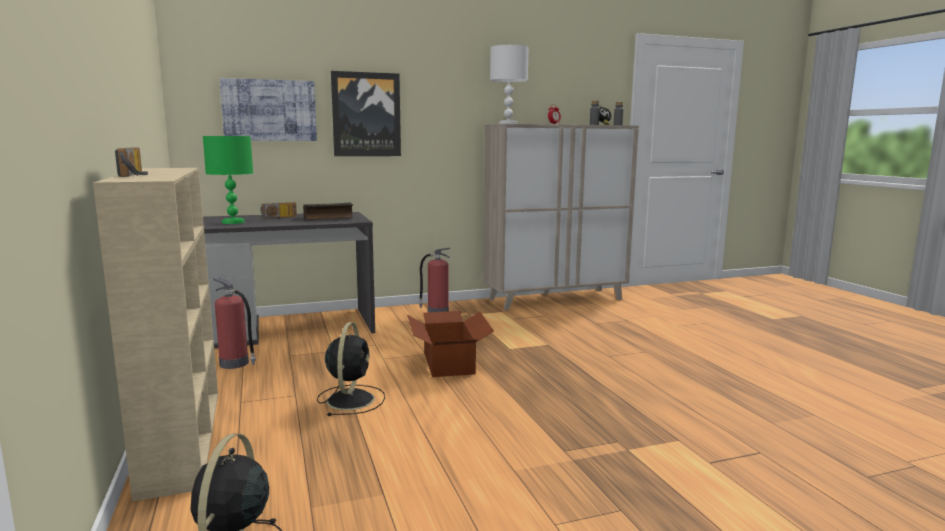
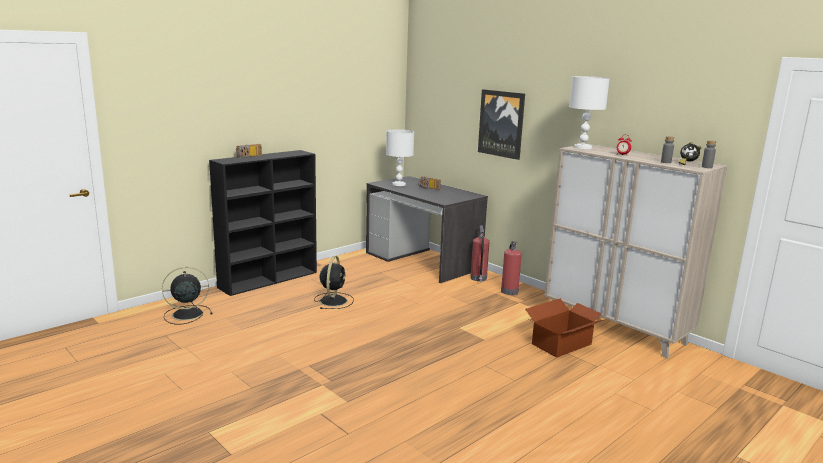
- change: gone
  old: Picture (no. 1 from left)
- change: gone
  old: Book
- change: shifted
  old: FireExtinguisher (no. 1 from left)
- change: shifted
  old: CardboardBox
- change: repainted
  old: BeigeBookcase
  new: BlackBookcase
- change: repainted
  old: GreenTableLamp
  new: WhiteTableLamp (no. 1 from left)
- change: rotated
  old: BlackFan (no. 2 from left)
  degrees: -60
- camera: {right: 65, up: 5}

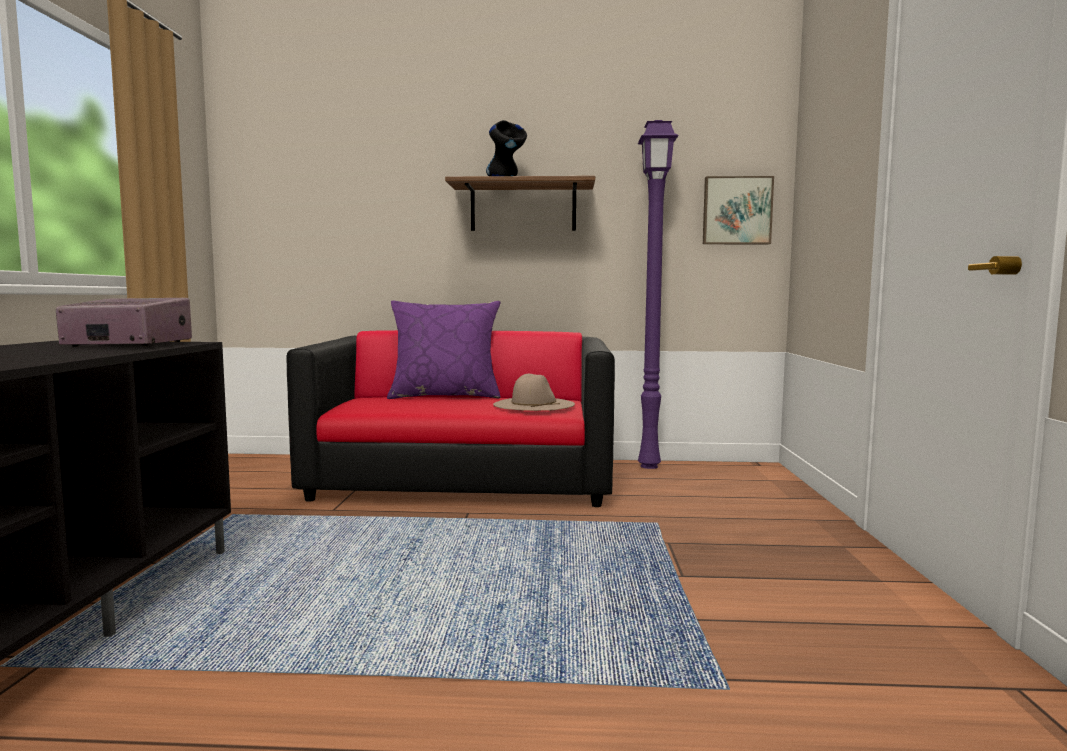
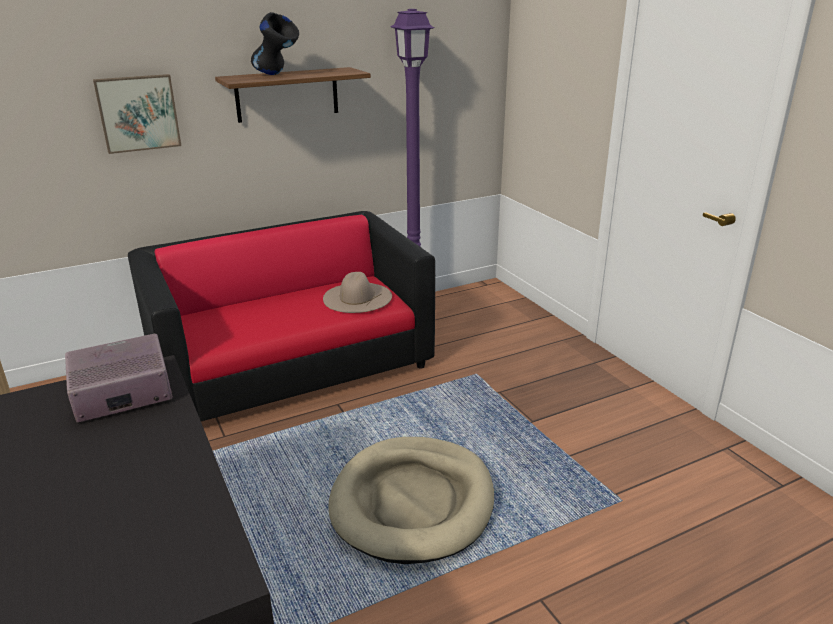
- change: gone
  old: PurplePillow
- change: new
  new: BeigeDogBed
- change: shifted
  old: Picture
- camera: {right: -30, up: 20}

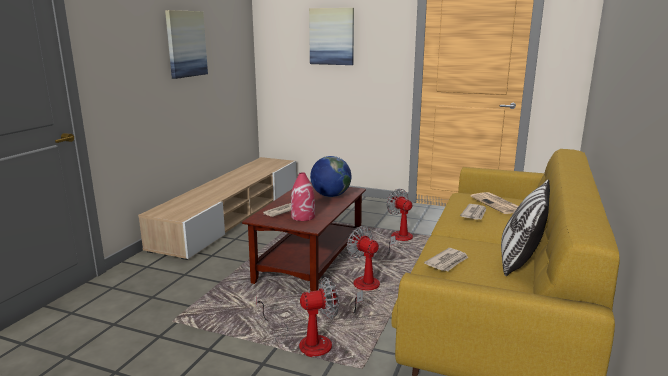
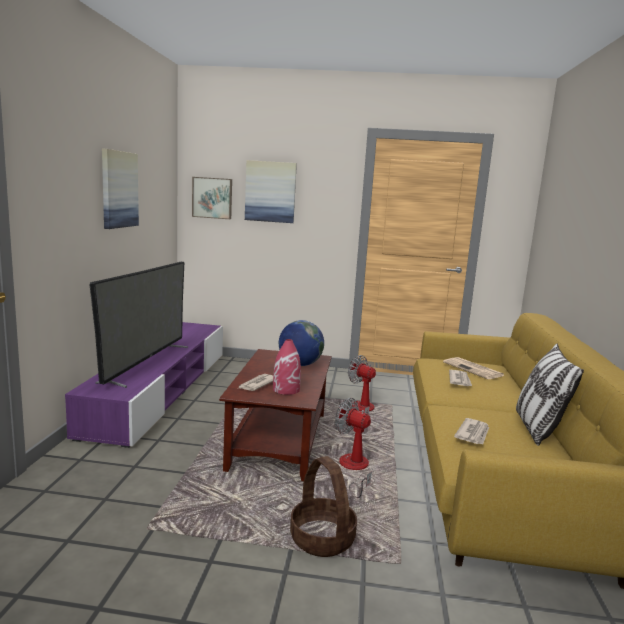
- change: new
  new: Television
- change: new
  new: Picture (no. 2 from left)
- change: swapped
  old: Fan (no. 1 from left)
  new: Basket
- change: repainted
  old: BeigeTvStand
  new: PurpleTvStand
- camera: {right: -15, up: -5}

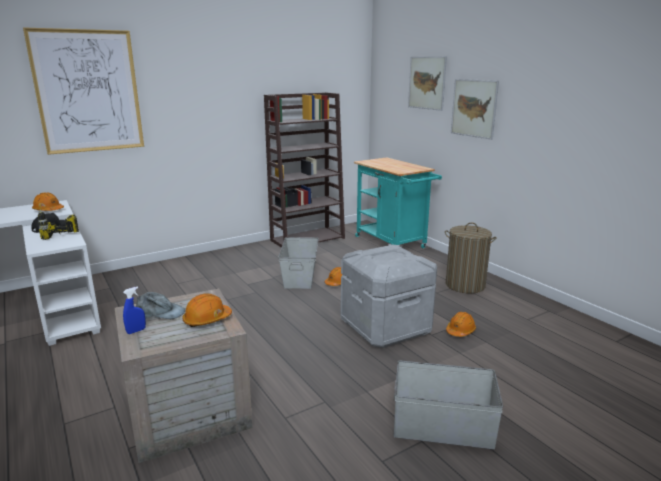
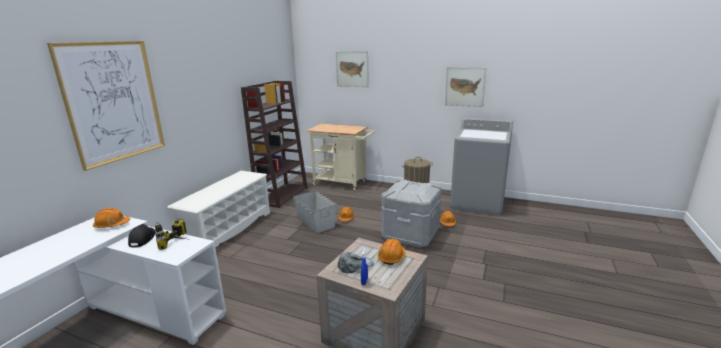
- change: gone
  old: GreyStorageBox (no. 3 from left)
- change: new
  new: WhiteShoeRack
- change: new
  new: GreyWashingMachine
- change: shifted
  old: Picture (no. 3 from left)
- change: repainted
  old: TurquoiseCart
  new: BeigeCart
- camera: {right: -35, up: 0}

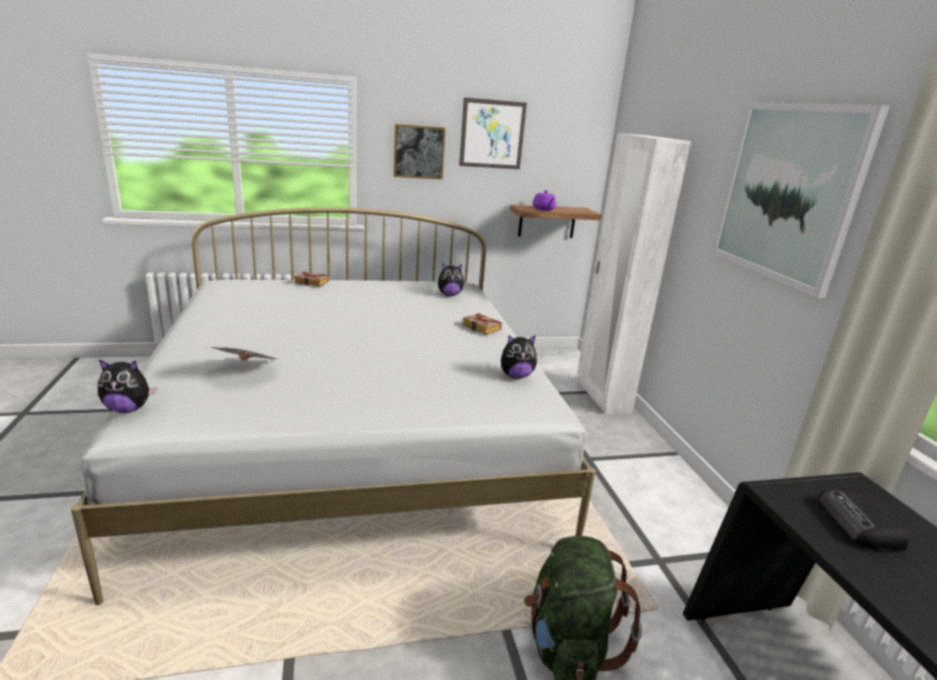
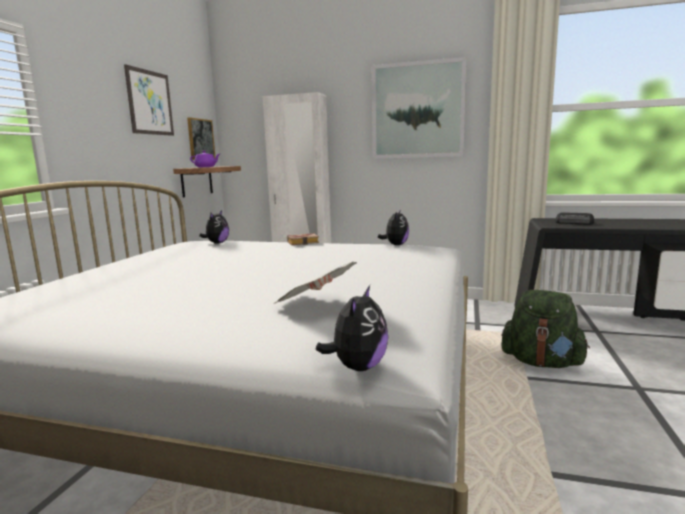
- change: gone
  old: Book (no. 1 from left)
- change: shifted
  old: Picture (no. 1 from left in the first image)
  new: Picture (no. 2 from left)
- camera: {right: -60, up: -10}

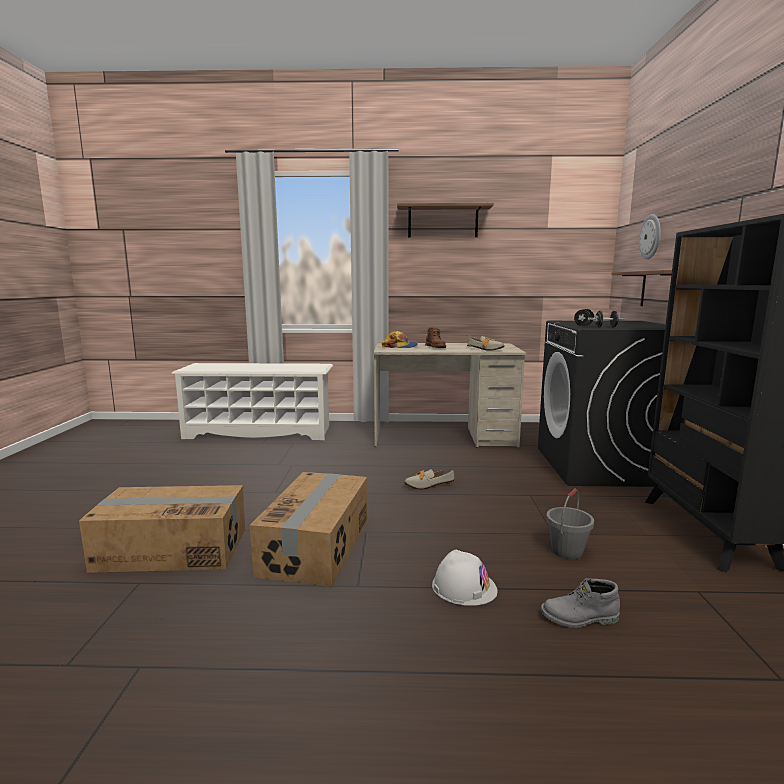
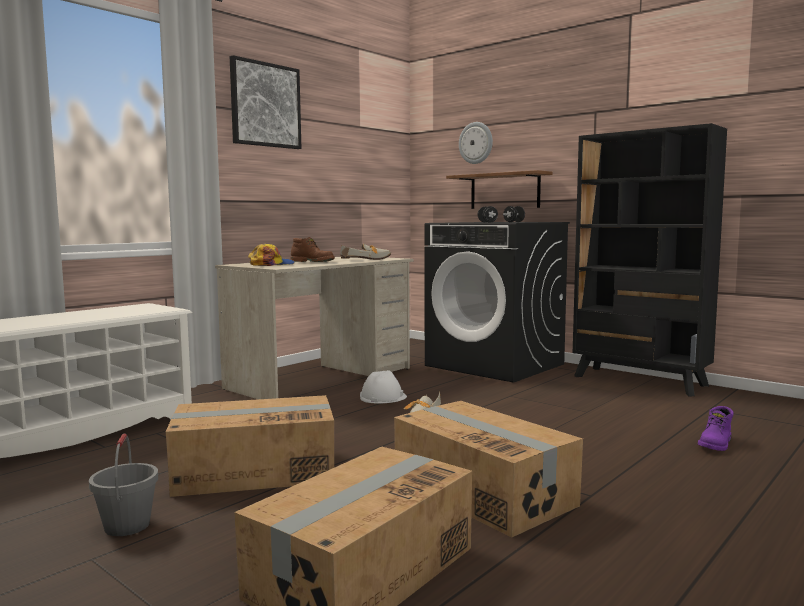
- change: new
  new: CardboardBox (no. 1 from left)
- change: shifted
  old: WhiteHardHat
- change: shifted
  old: GreyBucket
- change: swapped
  old: BrownShelf (no. 1 from left)
  new: Picture
- change: repainted
  old: GreyBoot
  new: PurpleBoot
- camera: {right: -50, up: -5}

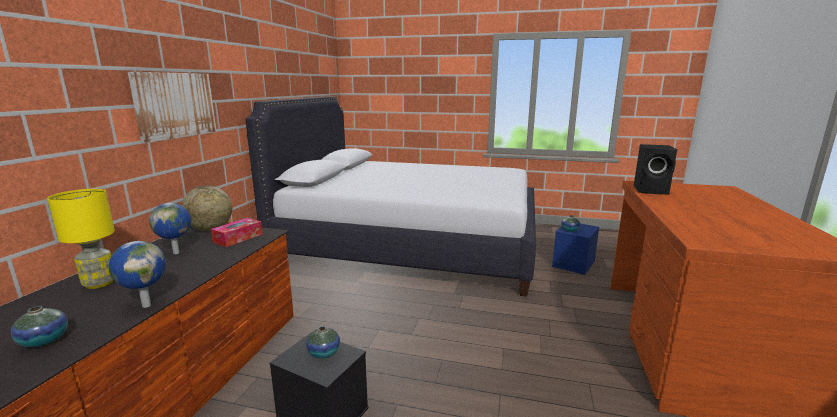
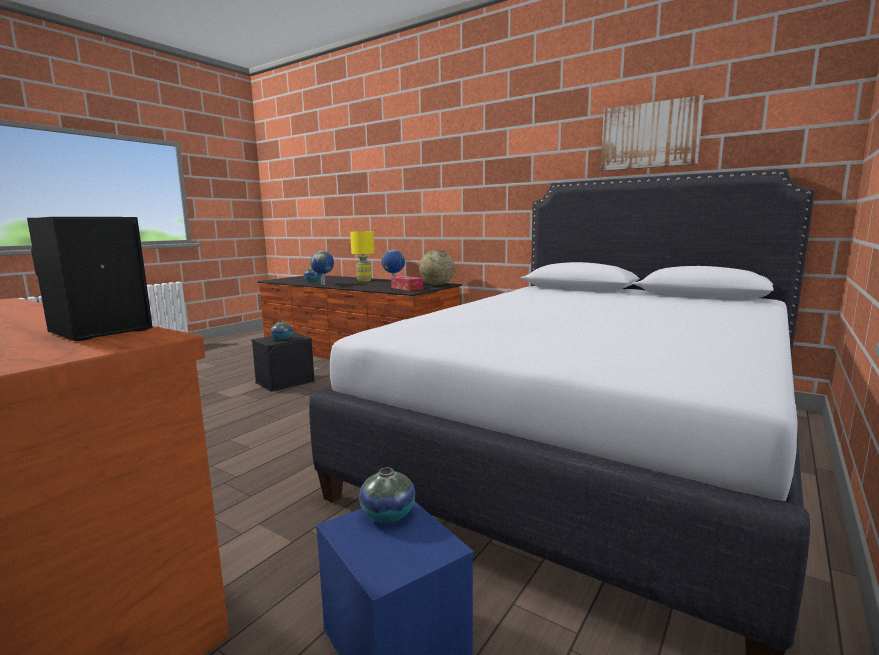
- change: shifted
  old: Picture
- camera: {right: 110, up: -5}

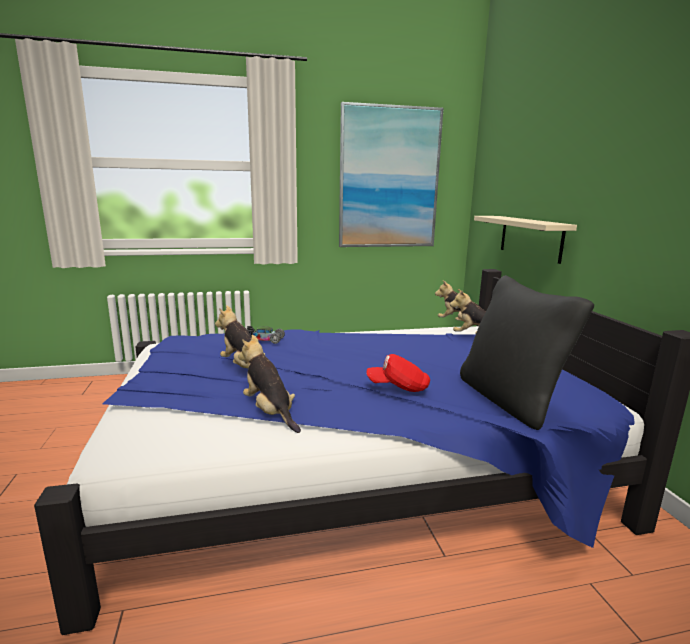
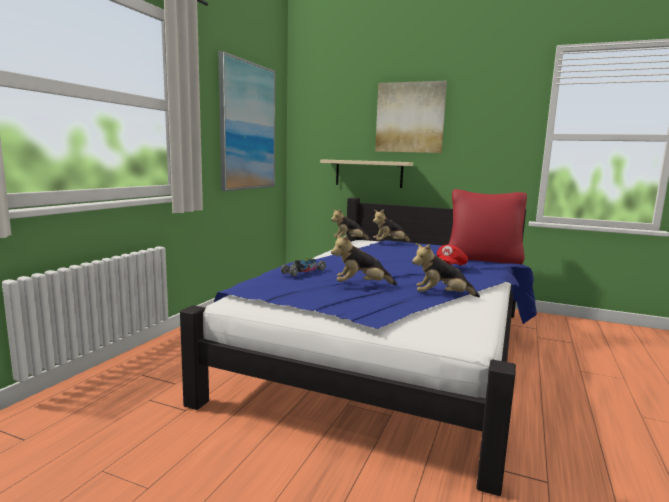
- change: new
  new: Picture (no. 2 from left)
- change: repainted
  old: BlackPillow
  new: RedPillow
- camera: {right: -55, up: -5}

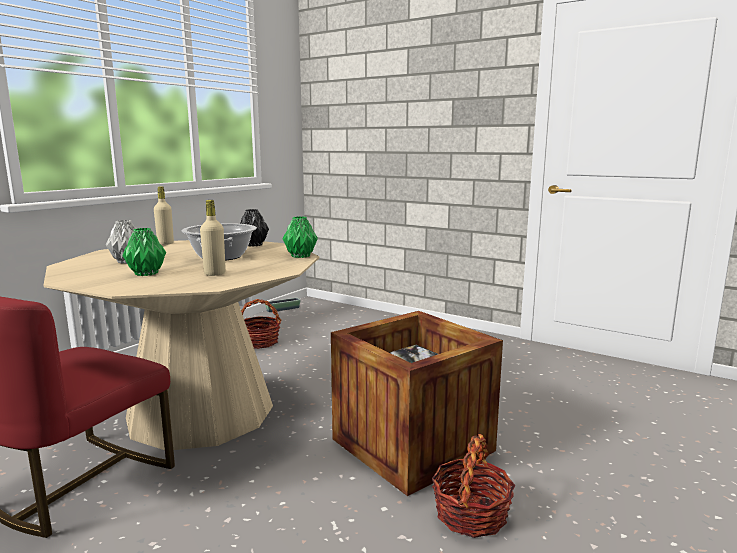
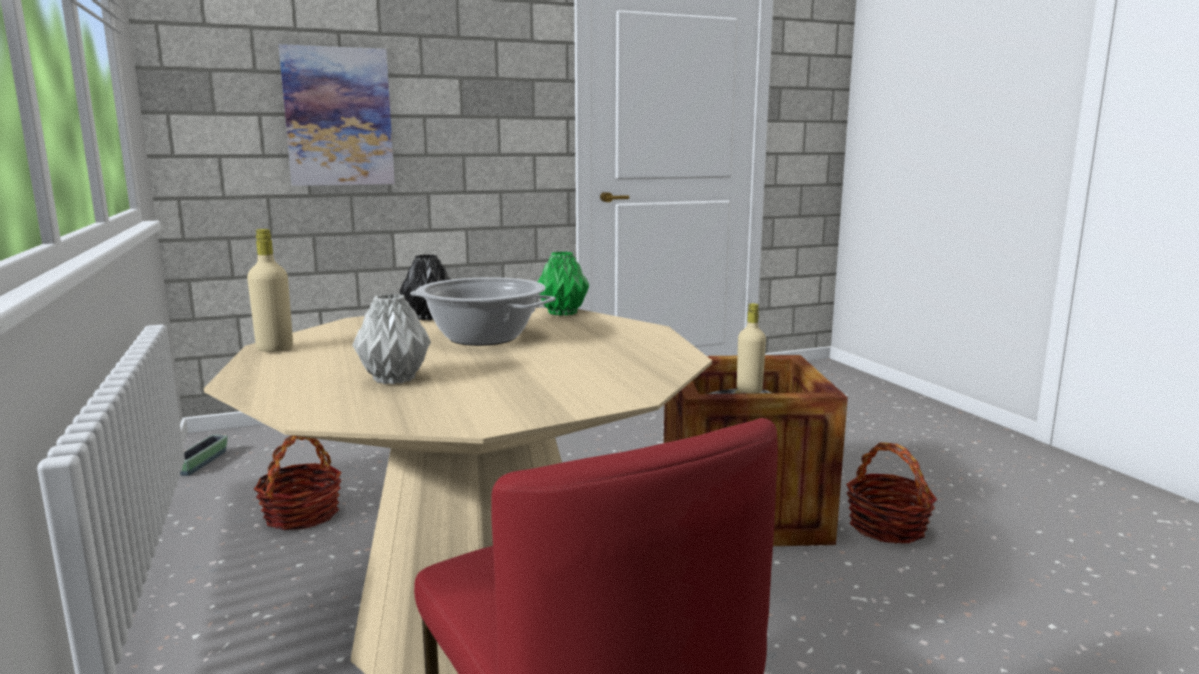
- change: gone
  old: GreenVase (no. 1 from left)
- change: new
  new: Picture
- change: shifted
  old: BeigeBottle (no. 2 from left)
- camera: {right: -55, up: 0}

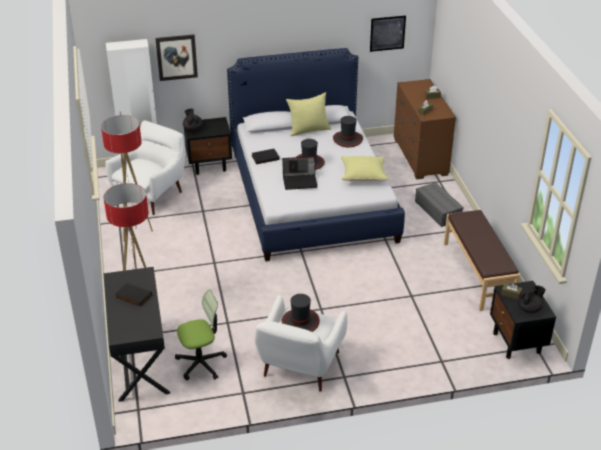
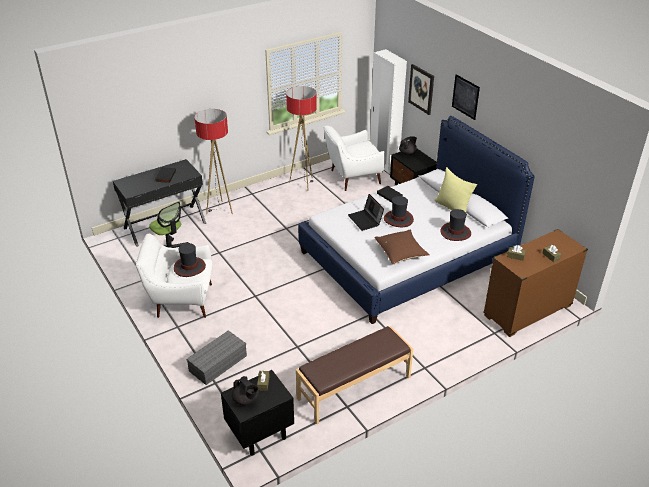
- change: shifted
  old: Picture (no. 2 from left)
- change: shifted
  old: GreyStorageBox
- change: repainted
  old: YellowPillow (no. 2 from left)
  new: BrownPillow
- change: rotated
  old: WhiteArmchair (no. 1 from left in the first image)
  degrees: 150
- camera: {right: 70, up: 0}

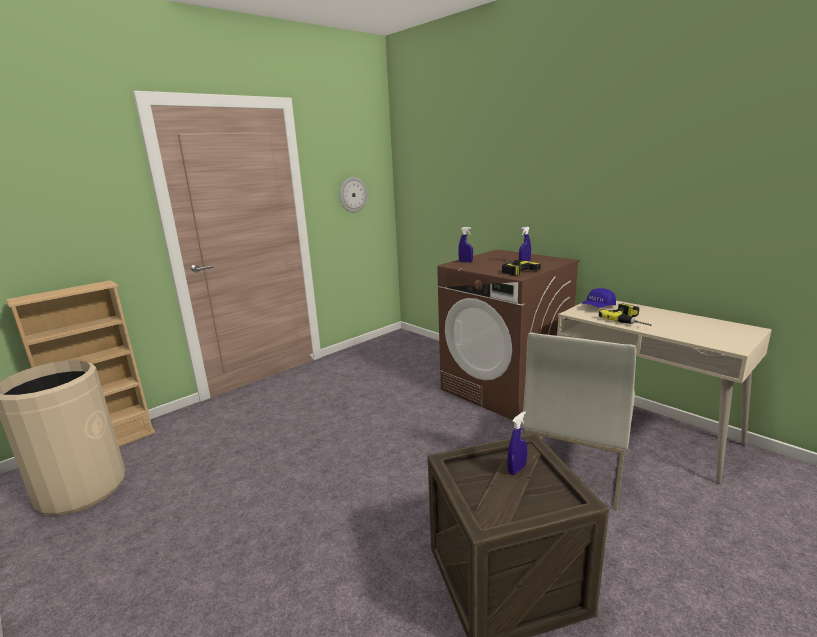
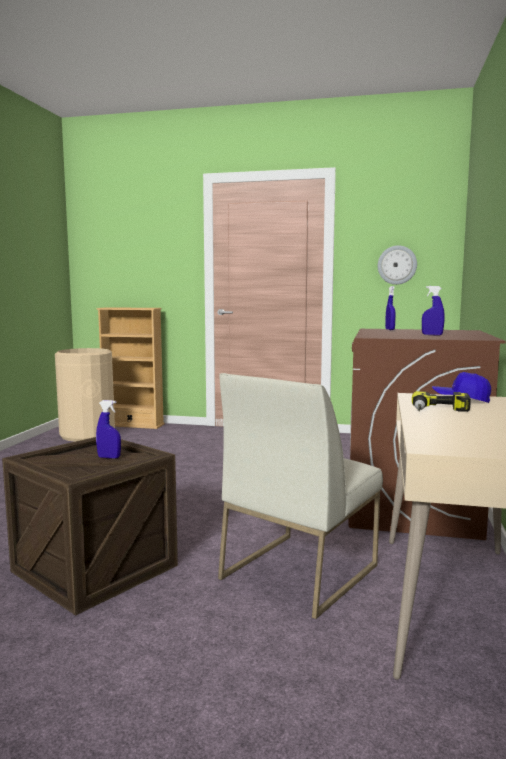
- change: gone
  old: PowerDrill (no. 1 from left)
- change: rotated
  old: WhiteChair
  degrees: -45
- camera: {right: 55, up: -10}

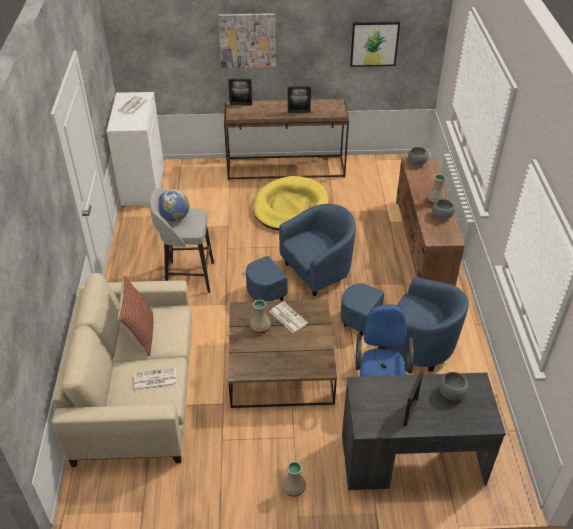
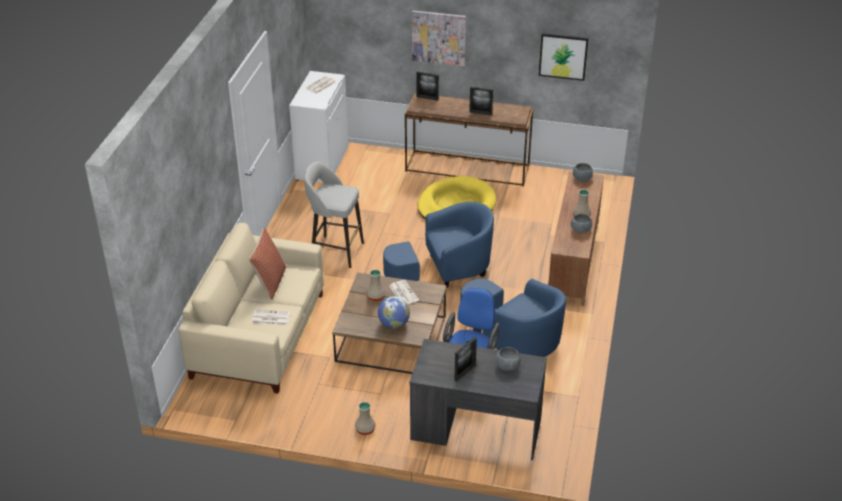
- change: shifted
  old: Globe
- camera: {right: 15, up: -5}

